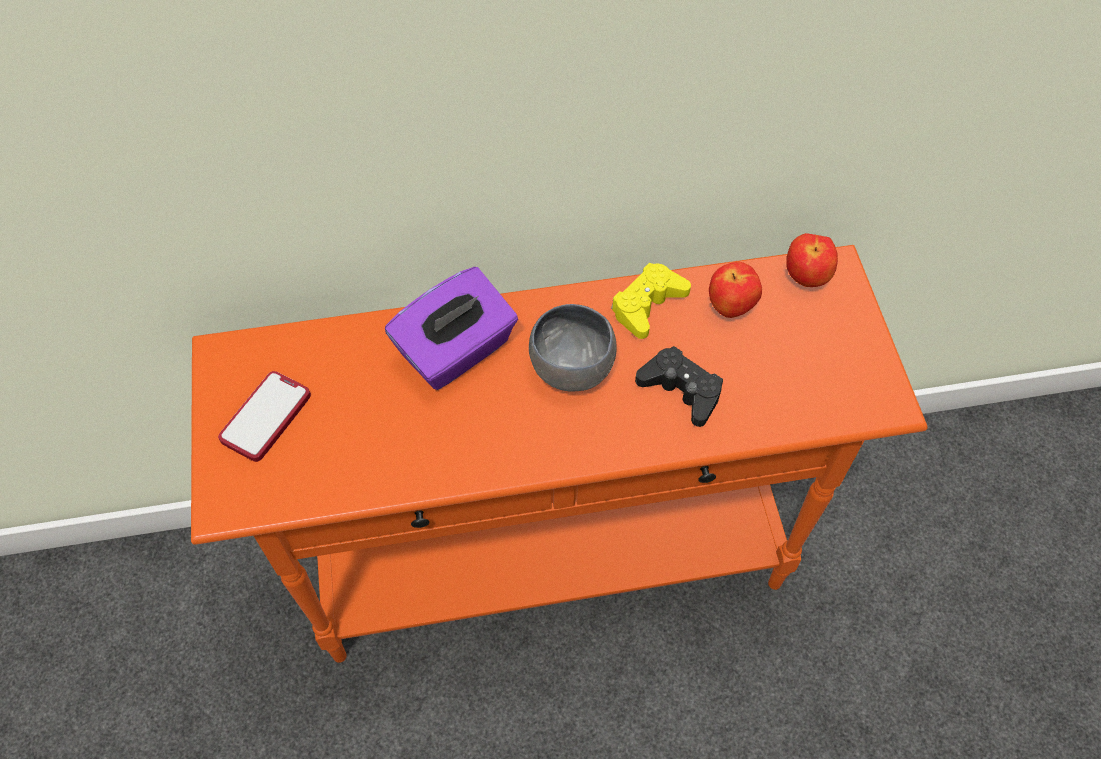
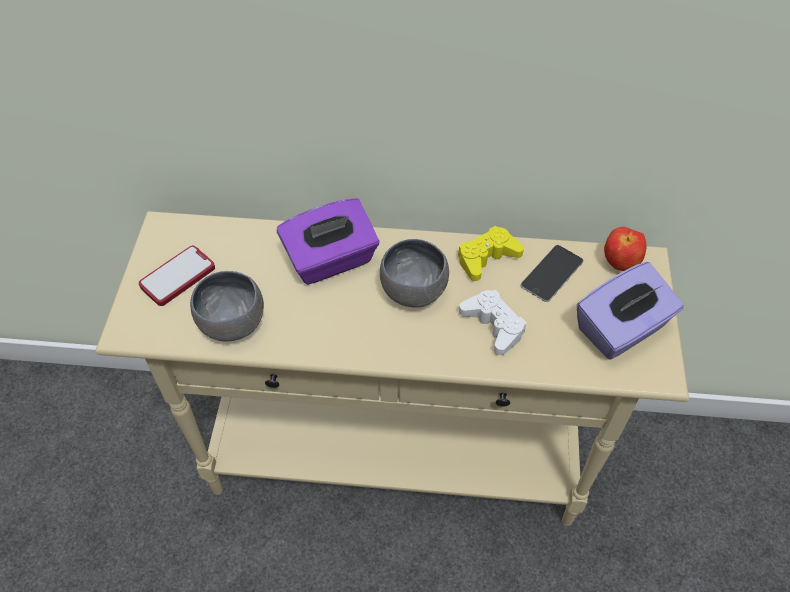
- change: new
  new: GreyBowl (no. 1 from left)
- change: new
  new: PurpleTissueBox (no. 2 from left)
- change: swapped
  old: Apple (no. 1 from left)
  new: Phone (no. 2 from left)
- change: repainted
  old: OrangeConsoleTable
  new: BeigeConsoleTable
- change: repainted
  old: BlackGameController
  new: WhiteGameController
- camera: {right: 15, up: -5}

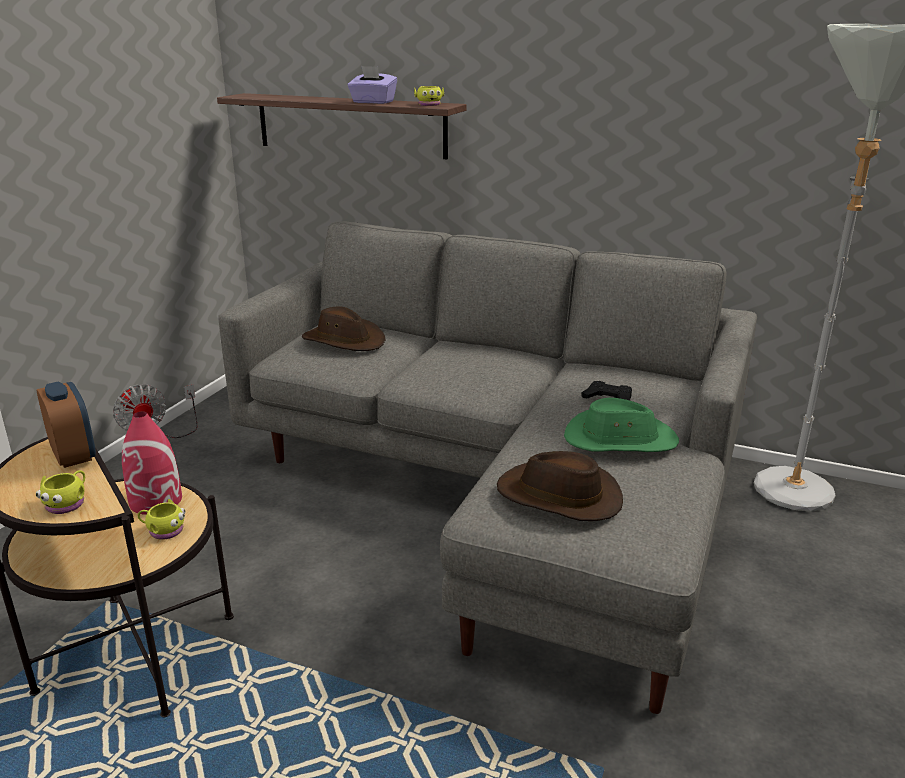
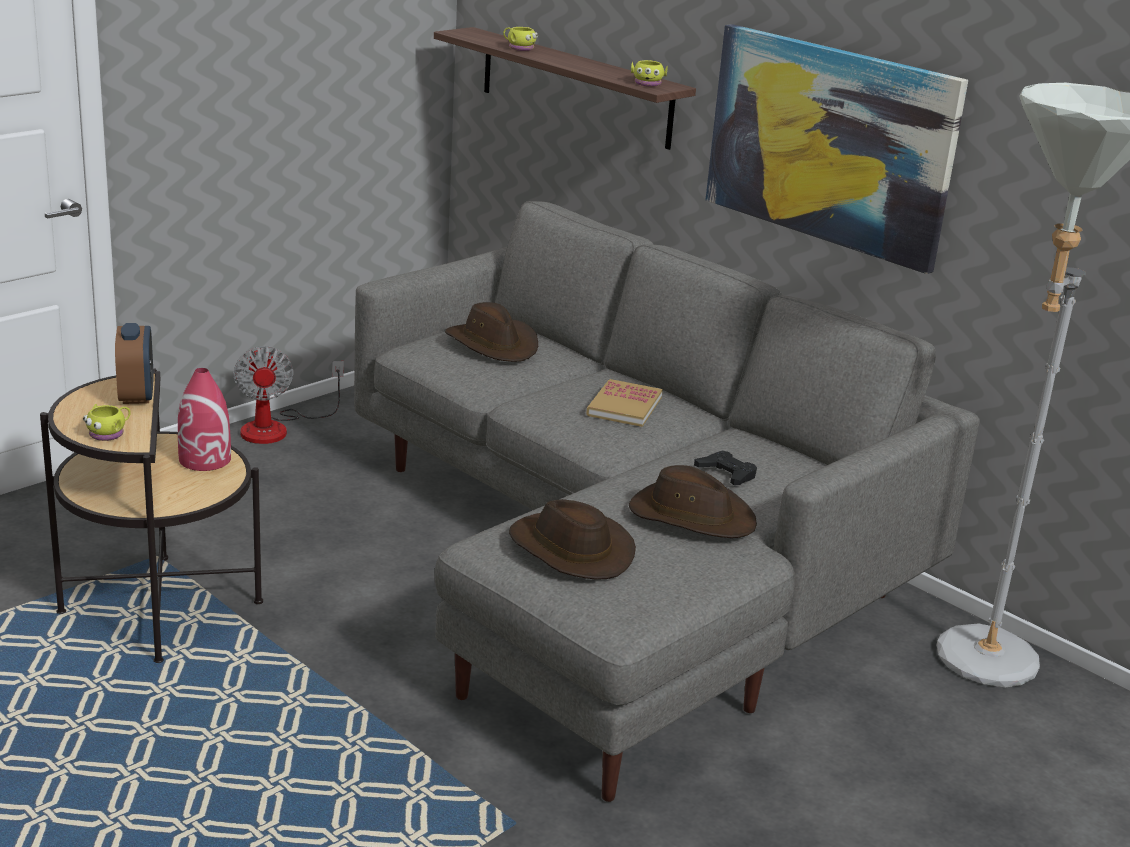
- change: gone
  old: PurpleTissueBox
- change: new
  new: Book
- change: new
  new: Picture
- change: shifted
  old: YellowMug (no. 2 from left)
- change: repainted
  old: GreenHat
  new: BrownHat (no. 3 from left)
- camera: {right: 20, up: 0}

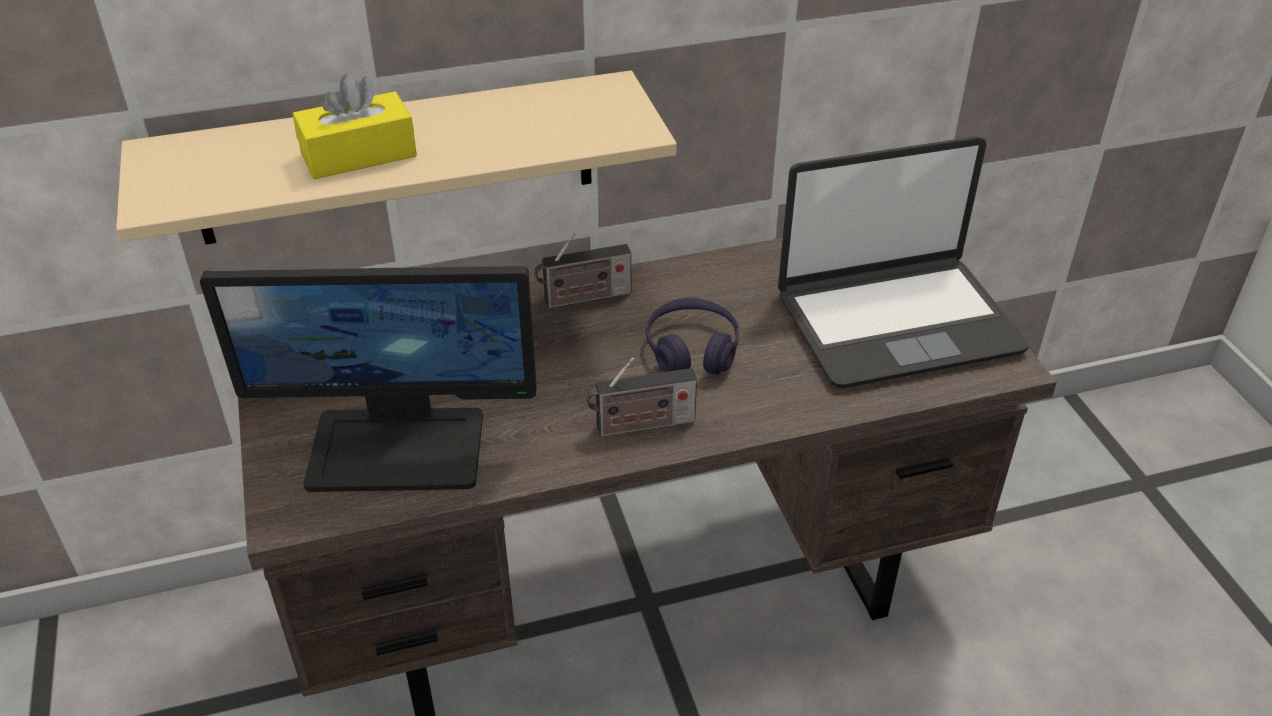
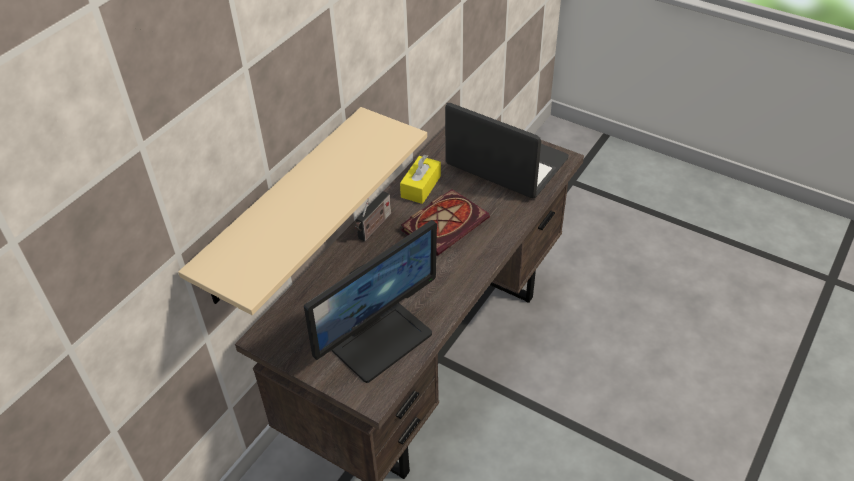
- change: gone
  old: Radio (no. 2 from left)
- change: shifted
  old: YellowTissueBox
- change: swapped
  old: PurpleHeadphones
  new: Book
- change: rotated
  old: Laptop
  degrees: -90
- camera: {right: -40, up: 5}

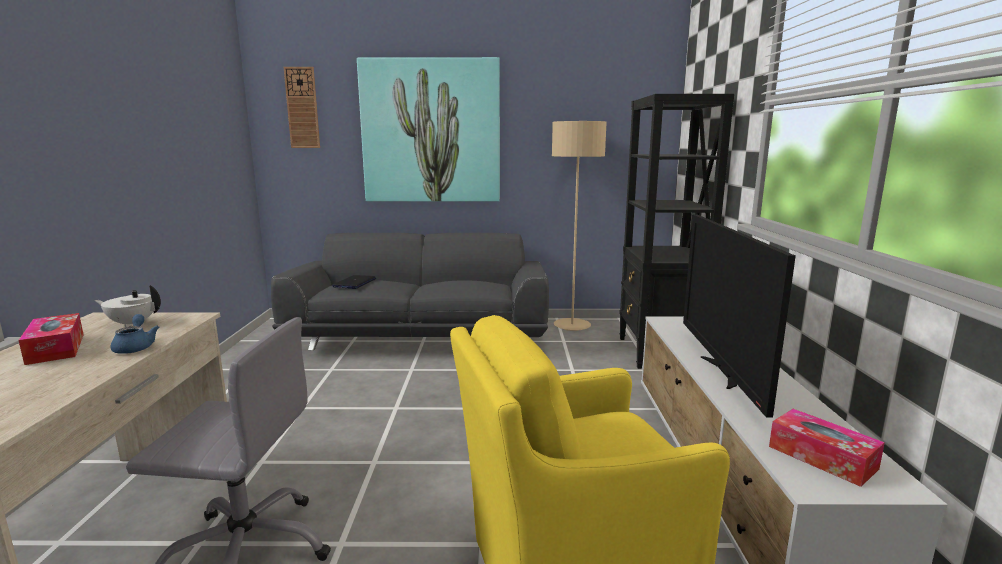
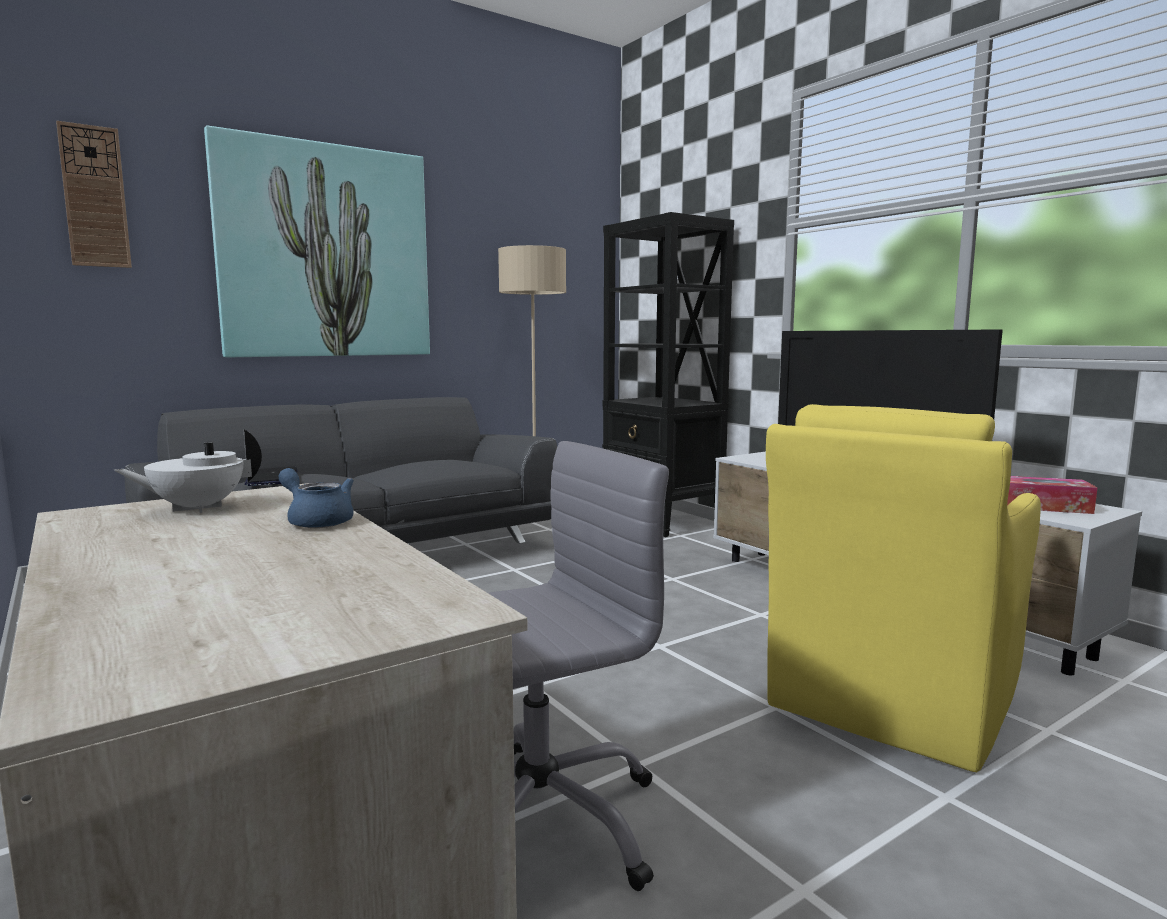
- change: gone
  old: TissueBox (no. 1 from left)
- camera: {right: -35, up: -5}

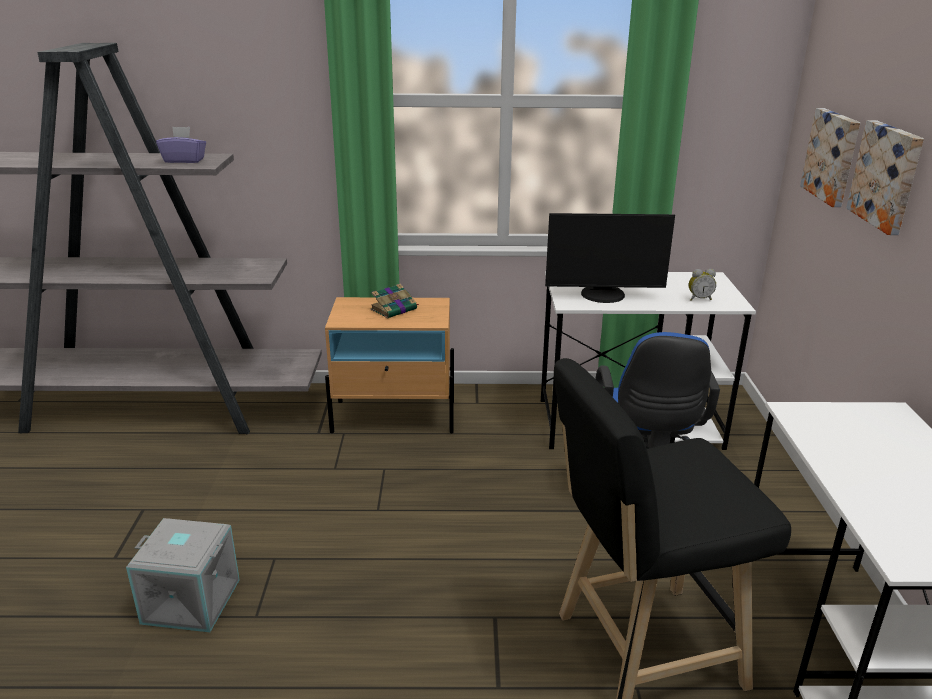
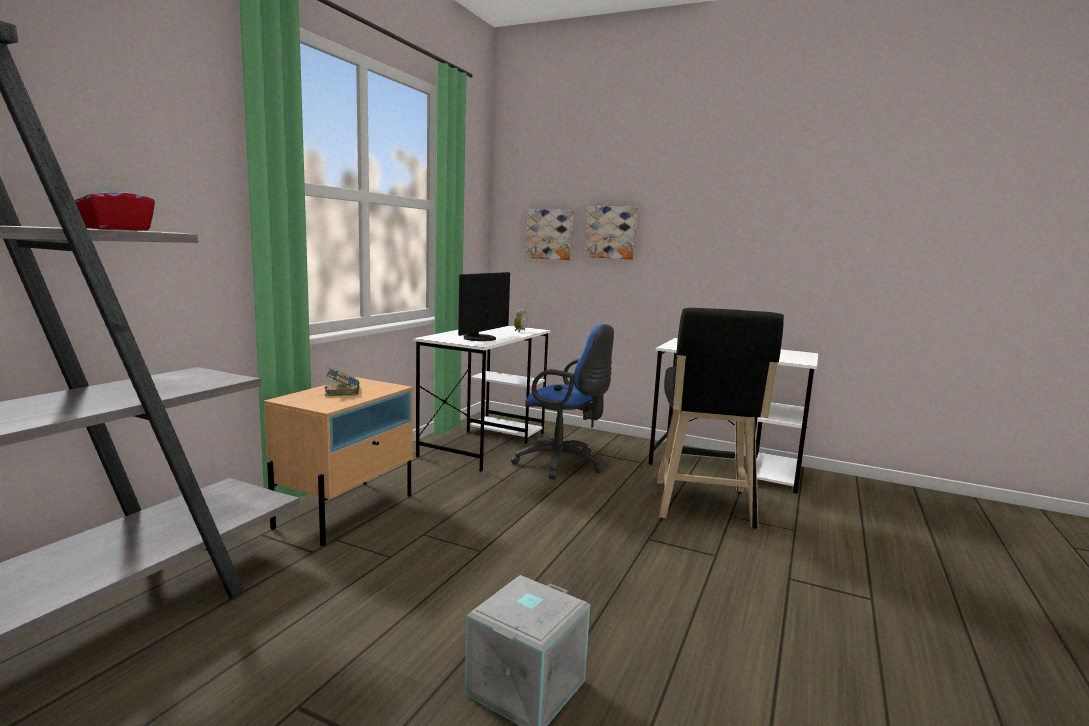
- change: repainted
  old: PurpleTissueBox
  new: RedTissueBox
- camera: {right: -65, up: -15}

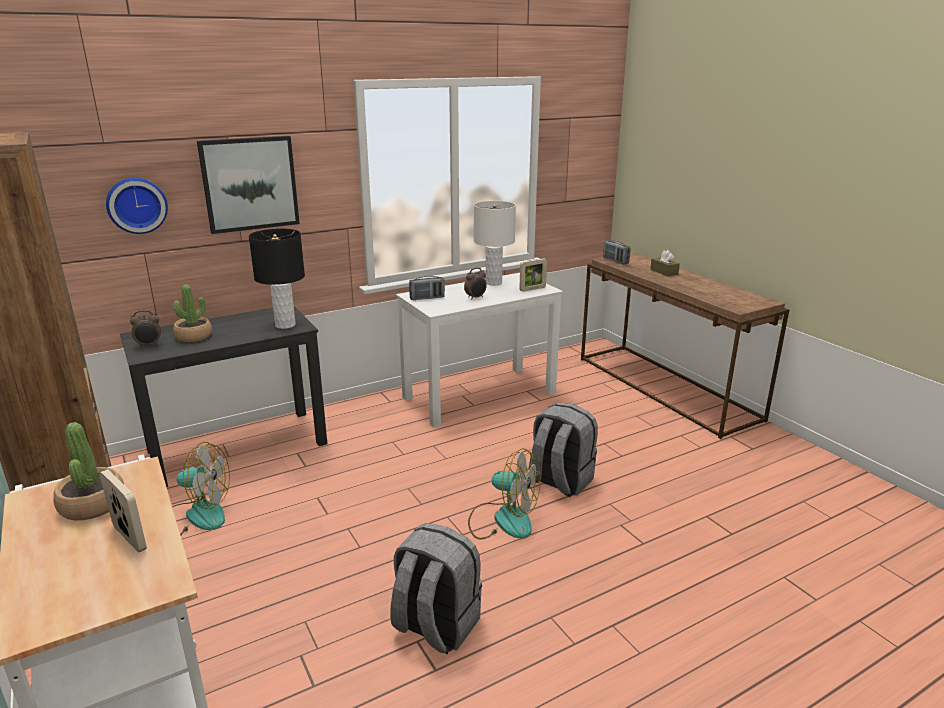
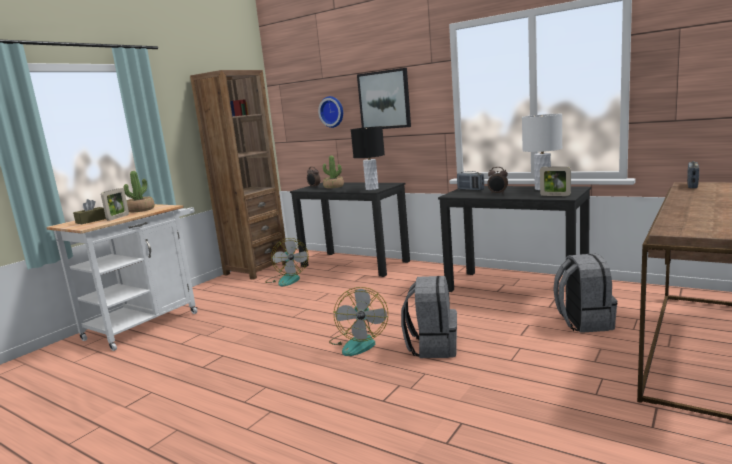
- change: shifted
  old: GreyBackpack (no. 1 from left in the first image)
  new: GreyBackpack (no. 2 from left)
- change: shifted
  old: BrownTissueBox
- change: repainted
  old: WhiteDesk
  new: BlackDesk (no. 2 from left)
- camera: {right: 65, up: -10}

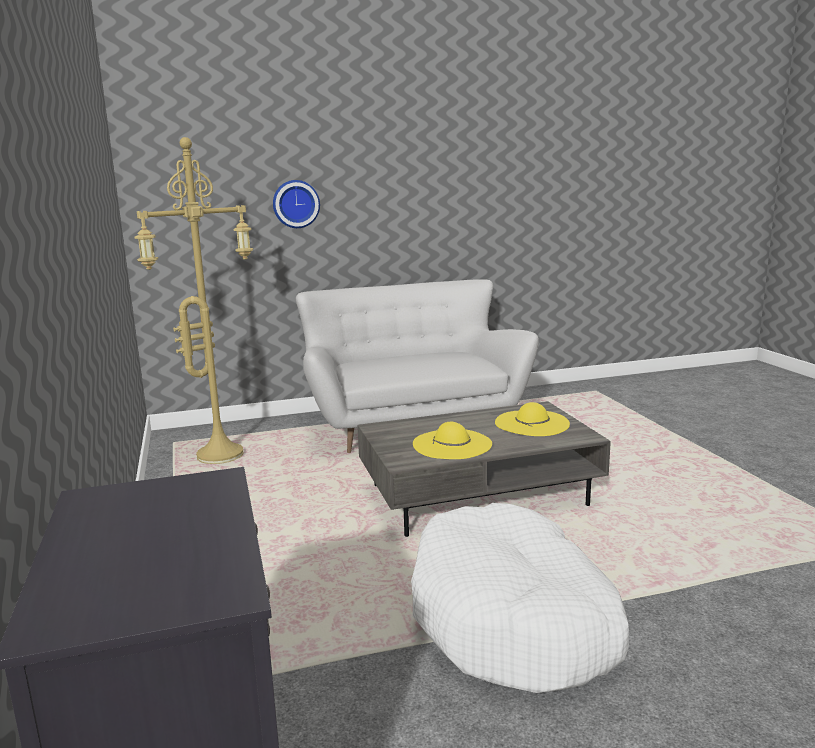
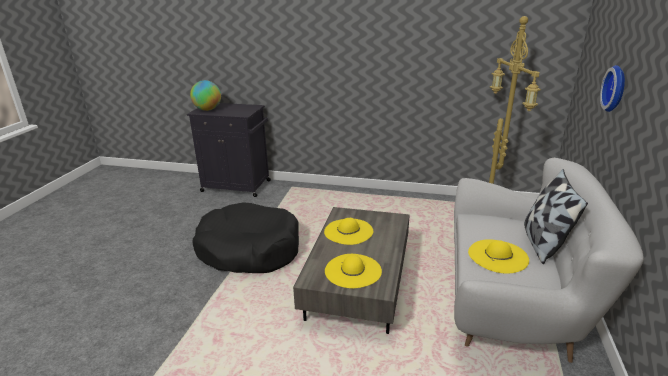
- change: new
  new: Globe
- change: new
  new: YellowHat (no. 3 from left)
- change: new
  new: Pillow
- change: repainted
  old: WhiteDogBed
  new: BlackDogBed
- camera: {right: 120, up: 10}

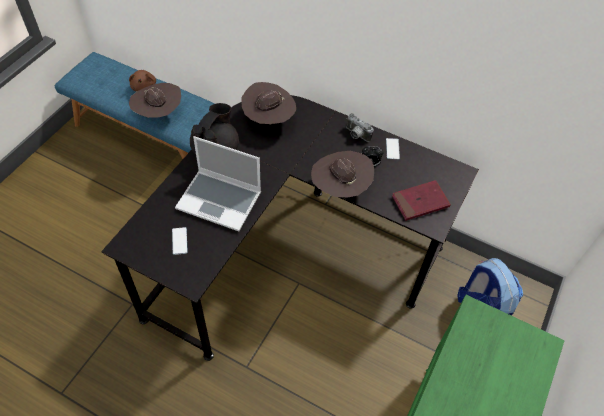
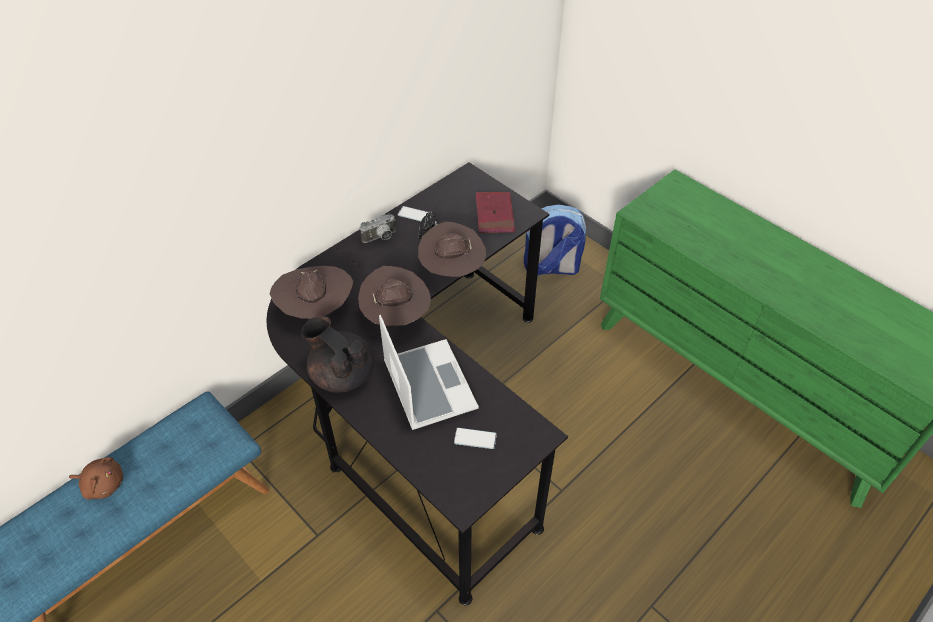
- change: shifted
  old: BrownHat (no. 1 from left in the first image)
  new: BrownHat (no. 2 from left)
- change: rotated
  old: Laptop
  degrees: -60
- camera: {right: -70, up: -5}

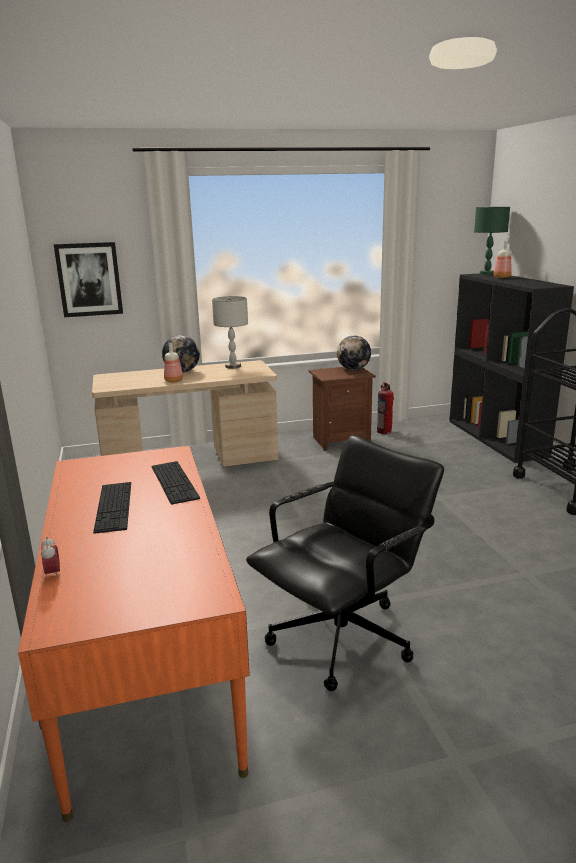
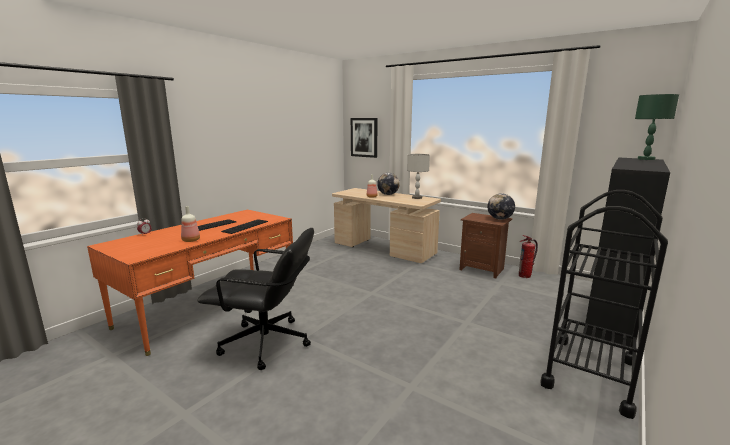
- change: shifted
  old: Bottle (no. 2 from left in the first image)
  new: Bottle (no. 1 from left)
- camera: {right: 50, up: -5}

